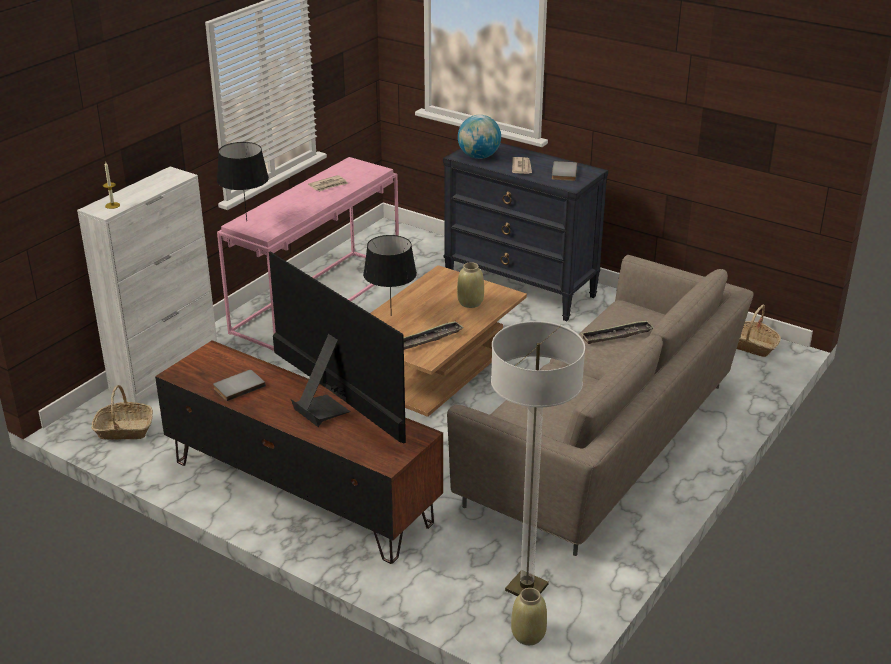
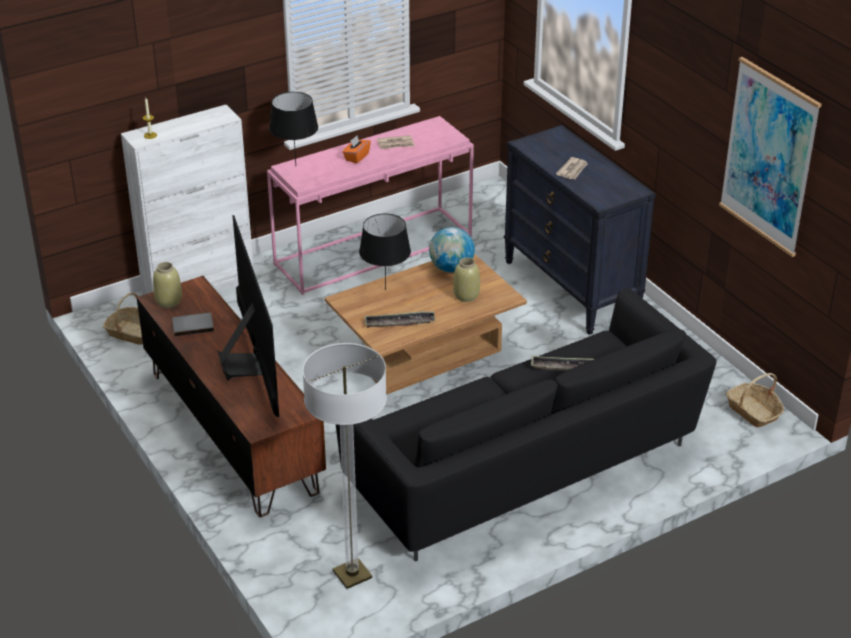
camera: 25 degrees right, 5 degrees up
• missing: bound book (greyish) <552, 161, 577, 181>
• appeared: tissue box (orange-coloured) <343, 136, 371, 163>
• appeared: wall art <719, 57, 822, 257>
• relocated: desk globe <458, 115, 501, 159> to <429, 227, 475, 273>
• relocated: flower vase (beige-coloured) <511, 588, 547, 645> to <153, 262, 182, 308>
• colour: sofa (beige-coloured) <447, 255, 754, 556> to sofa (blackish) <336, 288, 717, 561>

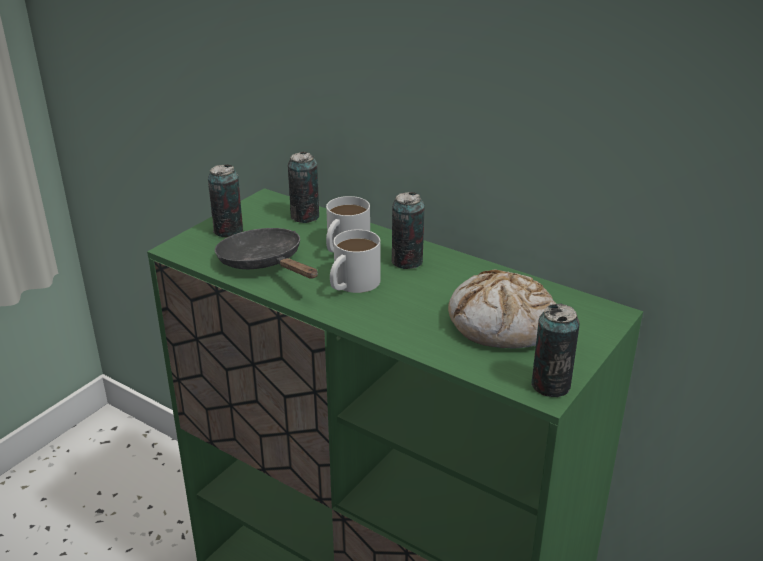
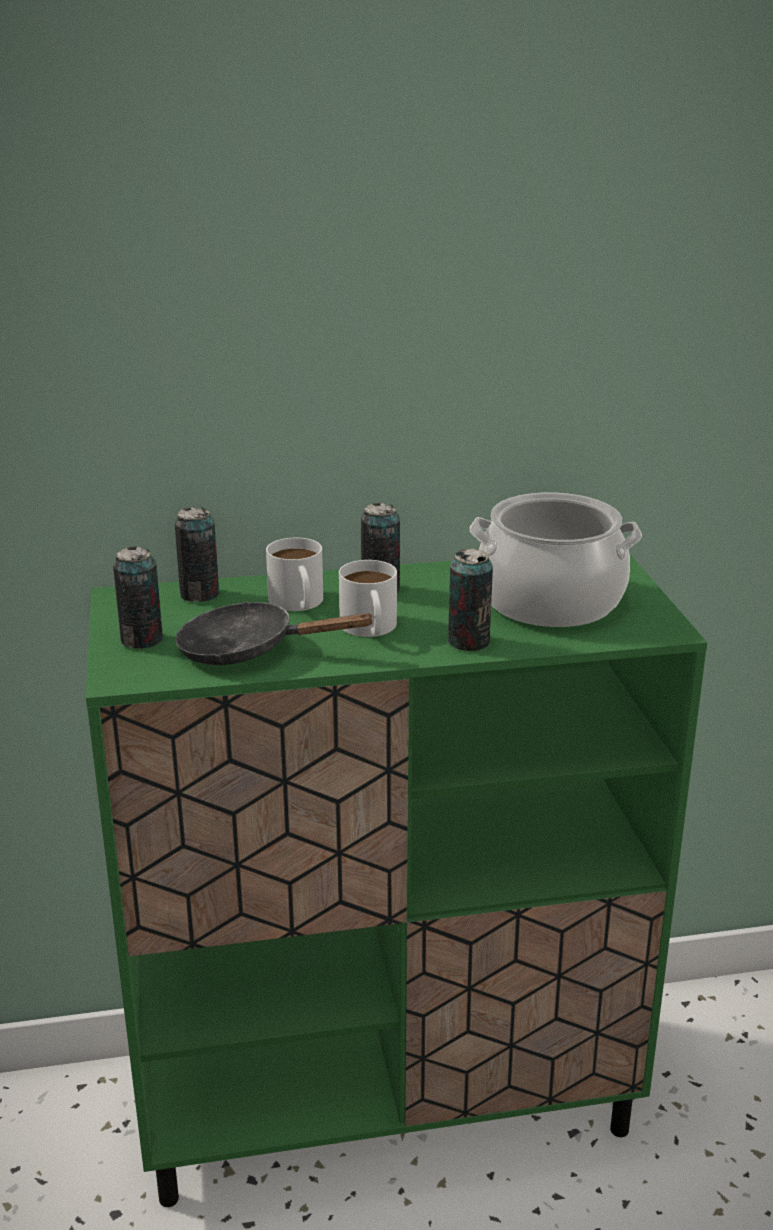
camera: 45 degrees left, 5 degrees down
• relocated: sealed can <531, 304, 579, 397> to <448, 548, 493, 651>
• exchanged: baked bread <448, 269, 556, 348> to saucepot <469, 492, 642, 627>

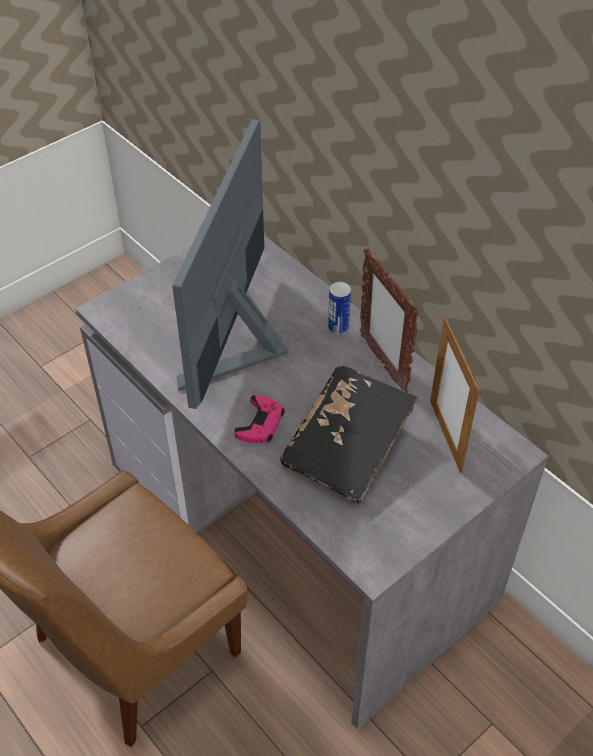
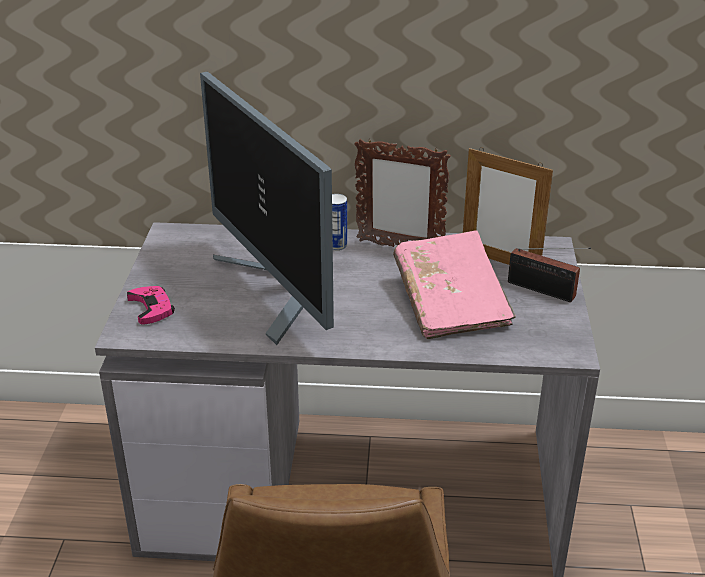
camera: 45 degrees left, 15 degrees down
• appeared: radio receiver <508, 248, 591, 302>
• relocated: joypad (pink-coloured) <234, 394, 284, 443> to <127, 286, 175, 325>
• colour: bound book (blackish) <280, 366, 418, 504> to bound book (pink-coloured) <393, 230, 516, 339>

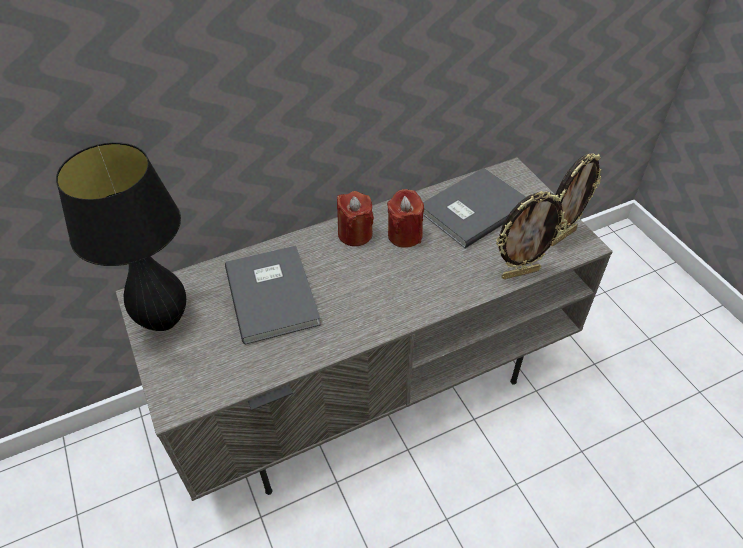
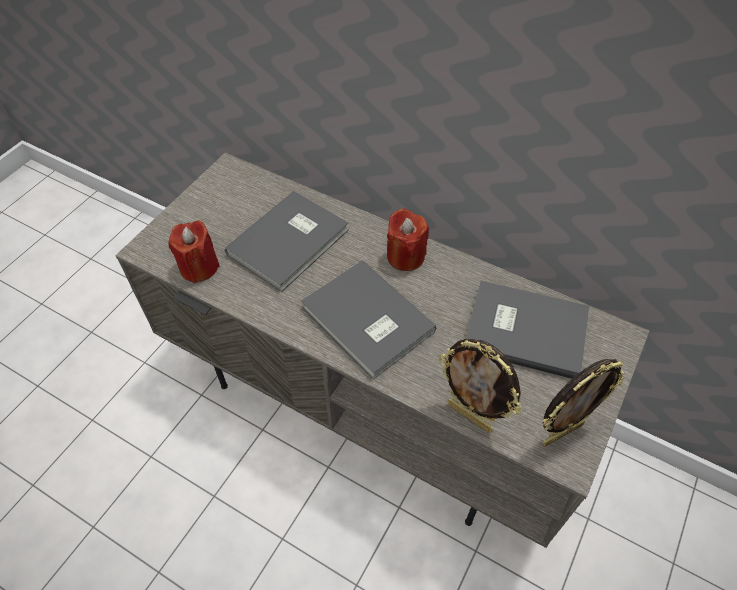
camera: 55 degrees right, 5 degrees up
• missing: tabletop lamp (blackish) <56, 142, 186, 331>
• appeared: bound book (greyish) <301, 260, 436, 379>
• relocated: wax candle (red) <387, 189, 424, 248> to <168, 221, 220, 284>
• spun: photo frame <551, 153, 601, 246> = <542, 359, 624, 446> 45 degrees counterclockwise

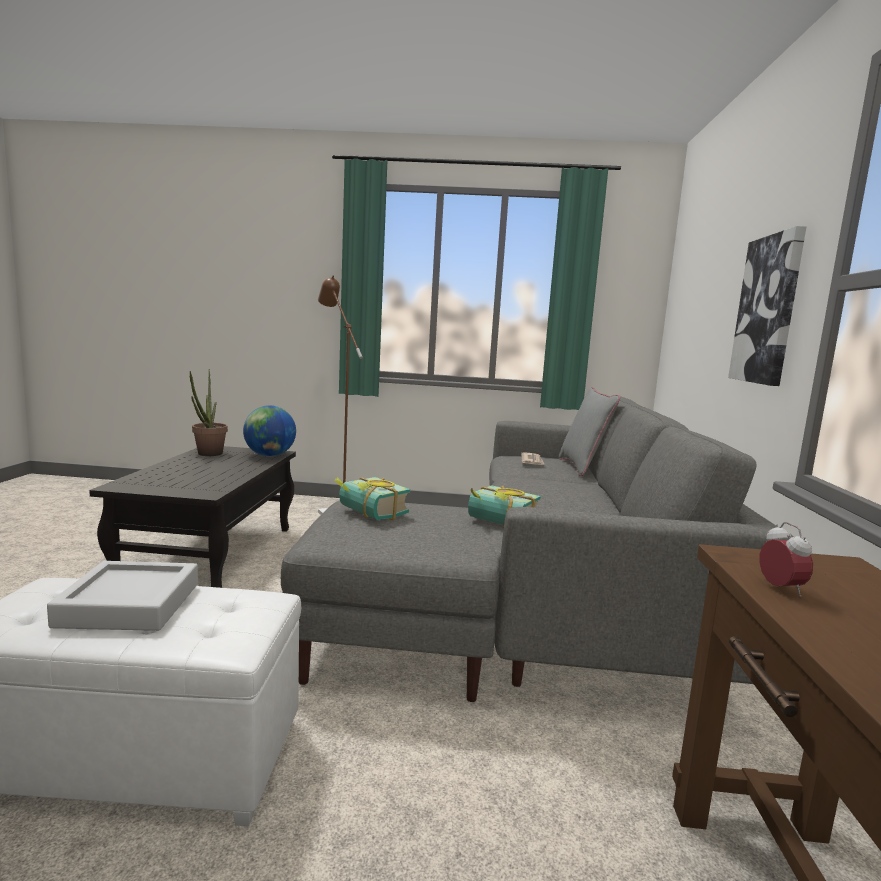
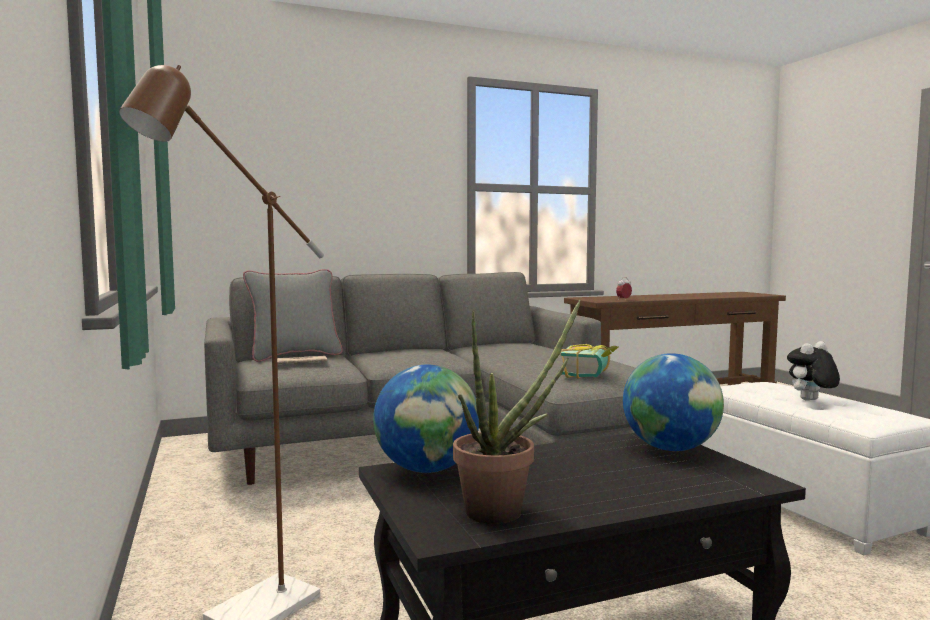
camera: 115 degrees left, 5 degrees down
• missing: bound book <468, 485, 541, 526>
• missing: wall art <728, 226, 806, 386>
• appeared: desk globe <623, 353, 724, 451>
• exchanged: carrying tray (greyish) <47, 561, 198, 631> to soft toy <787, 341, 840, 401>

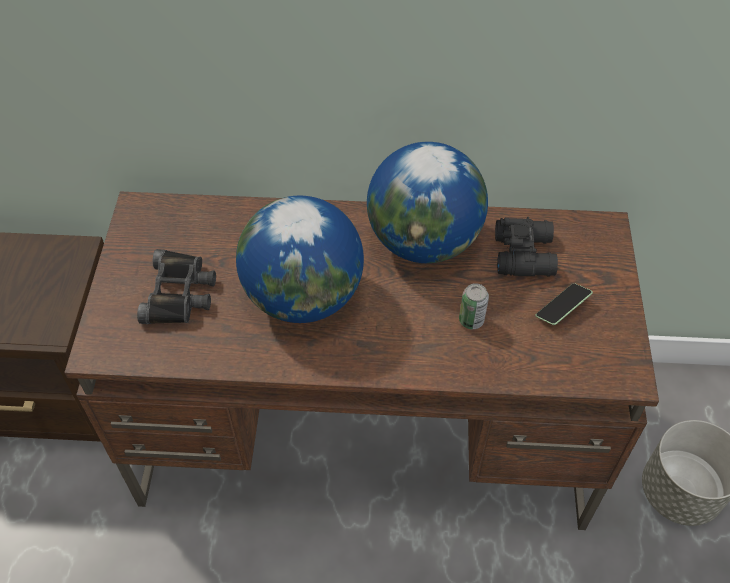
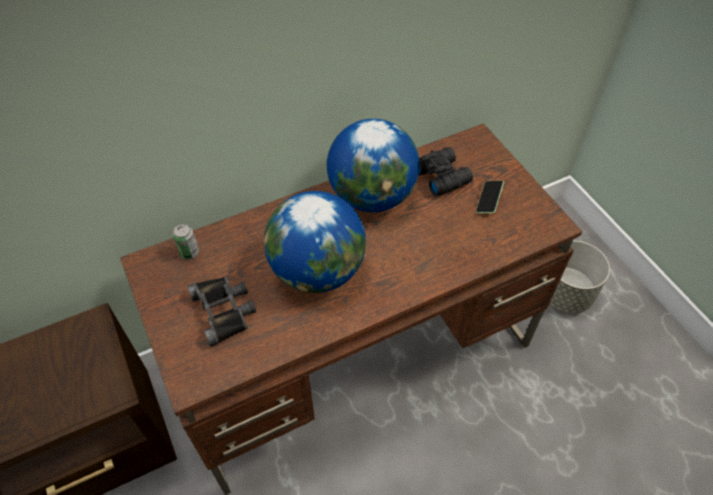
camera: 30 degrees left, 0 degrees up
• relocated: sealed can <459, 283, 489, 329> to <173, 224, 199, 260>

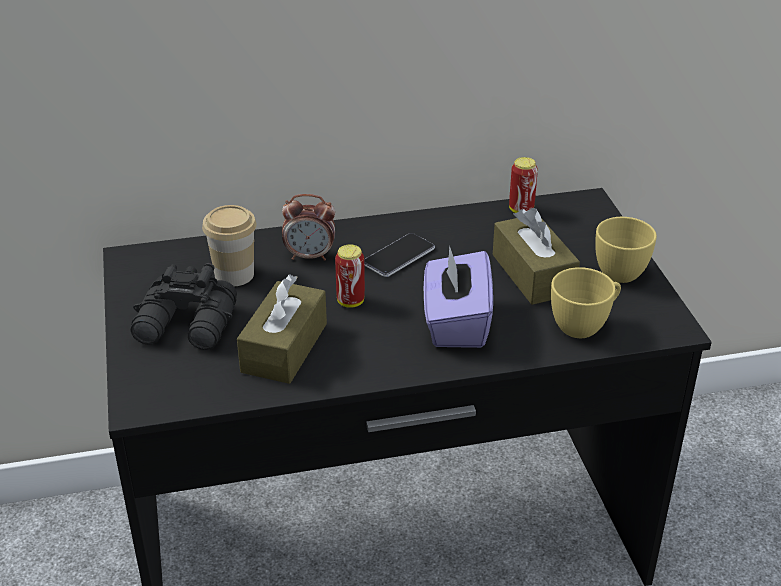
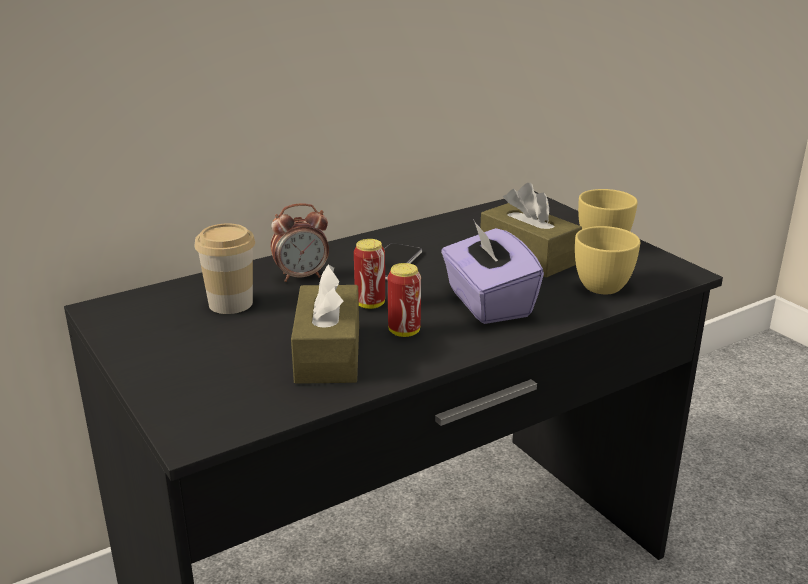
camera: 20 degrees left, 10 degrees down
• missing: binoculars (blackish) <130, 263, 237, 350>
• relocated: sealed can <509, 157, 538, 213> to <388, 263, 421, 337>

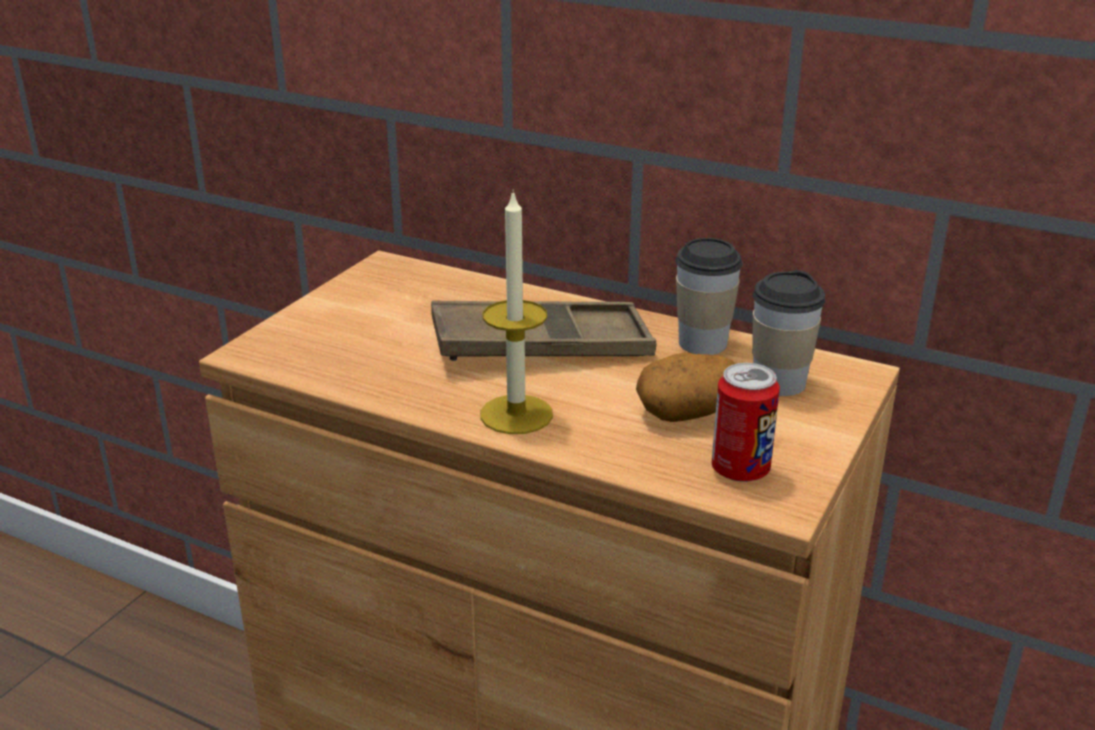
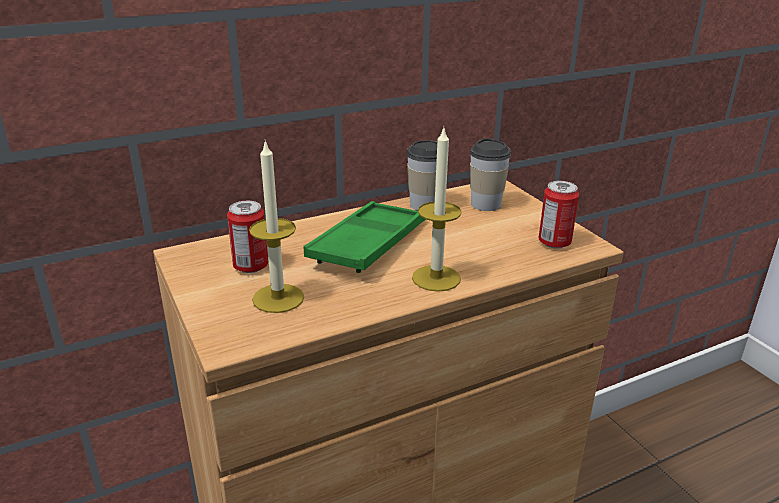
camera: 55 degrees left, 0 degrees up
• missing: potato <636, 353, 735, 422>
• appeared: sealed can <227, 201, 268, 273>
• appeared: wax candle <249, 140, 304, 313>
• colour: carrying tray (brownish) <431, 300, 656, 361> to carrying tray (green) <304, 201, 425, 273>

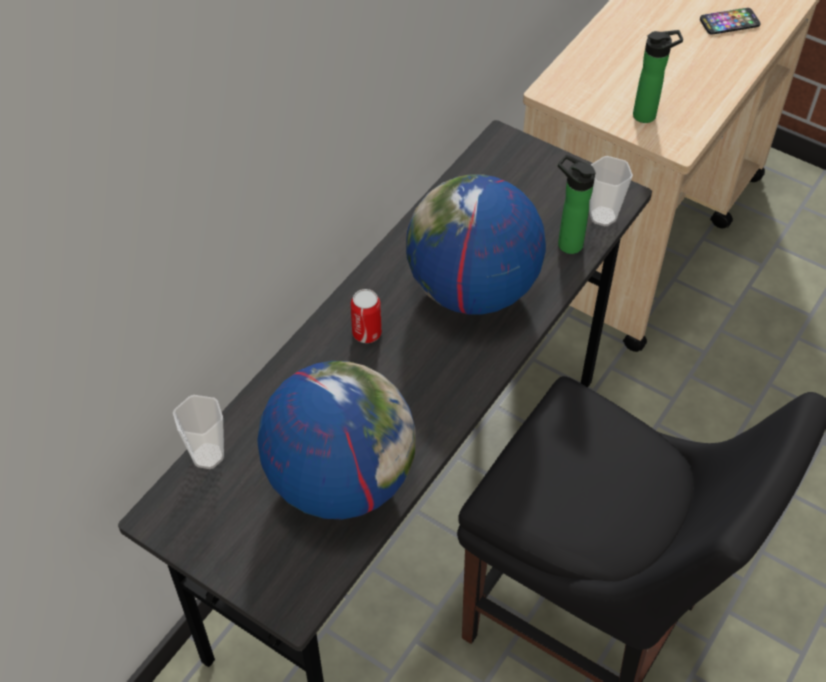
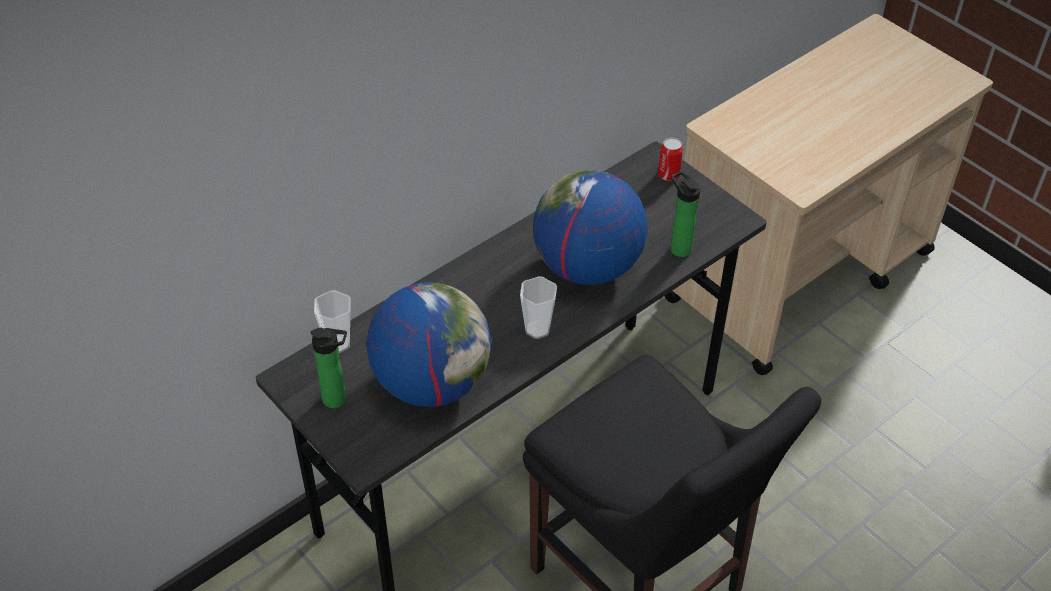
camera: 15 degrees right, 5 degrees down
• missing: telephone <700, 8, 761, 35>
• relocated: sealed can <351, 289, 382, 343> to <658, 137, 683, 181>
• relocated: cup <590, 156, 633, 226> to <520, 276, 557, 339>
• relocated: beverage bottle <633, 30, 683, 123> to <310, 328, 347, 408>

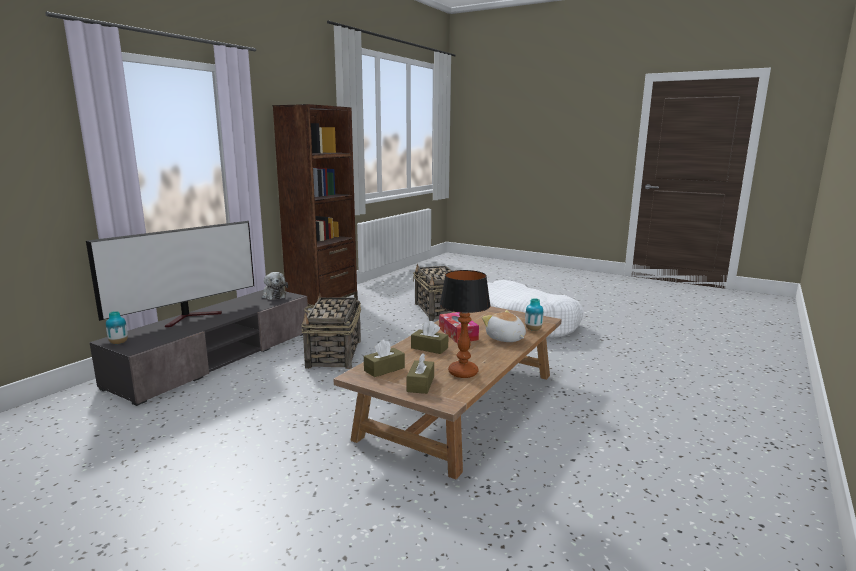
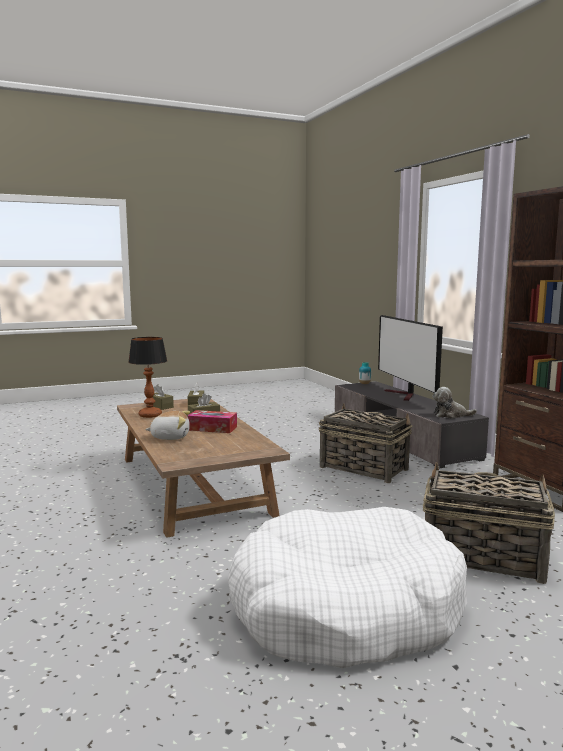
camera: 125 degrees right, 5 degrees down
• missing: flower vase <525, 298, 543, 331>

